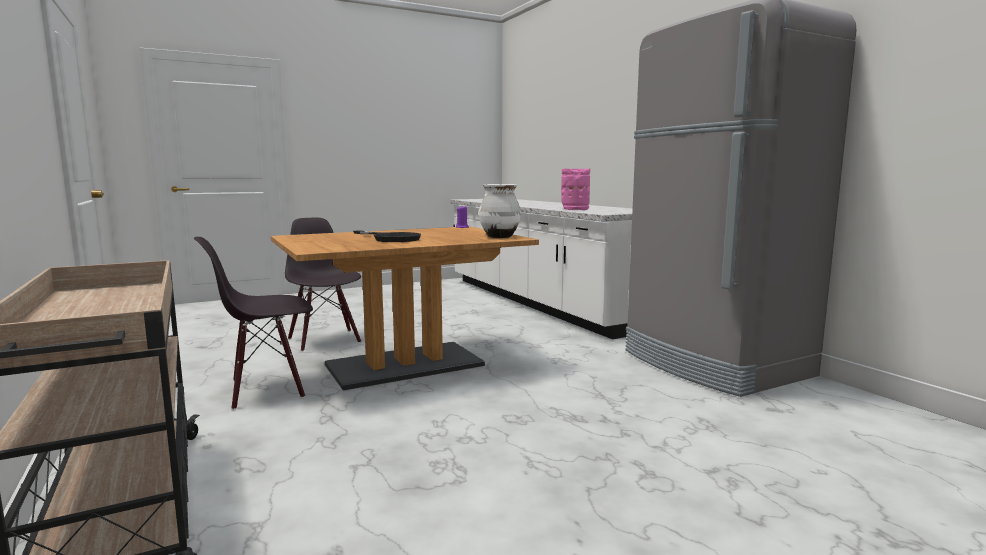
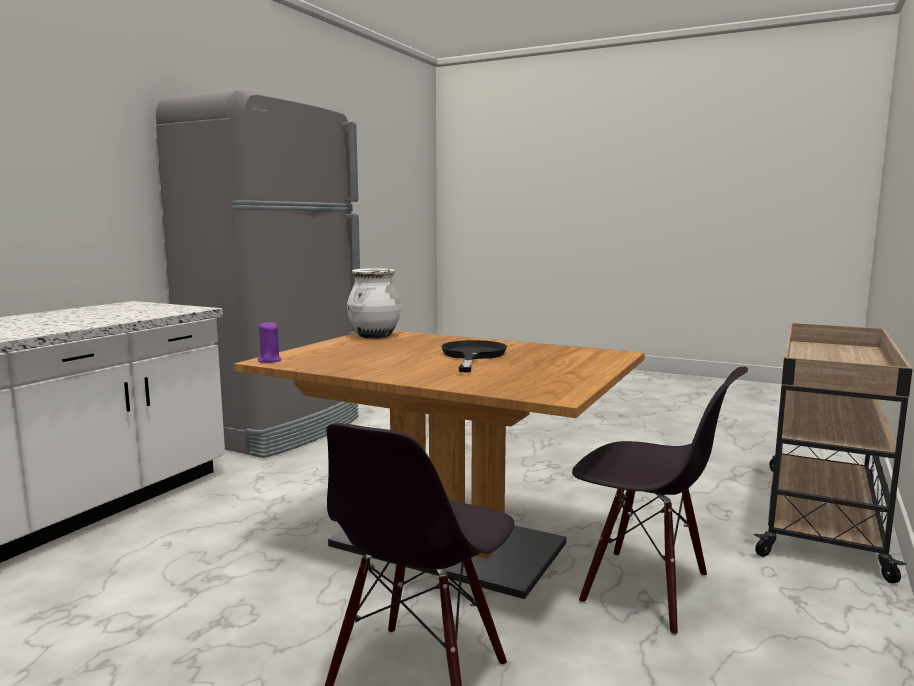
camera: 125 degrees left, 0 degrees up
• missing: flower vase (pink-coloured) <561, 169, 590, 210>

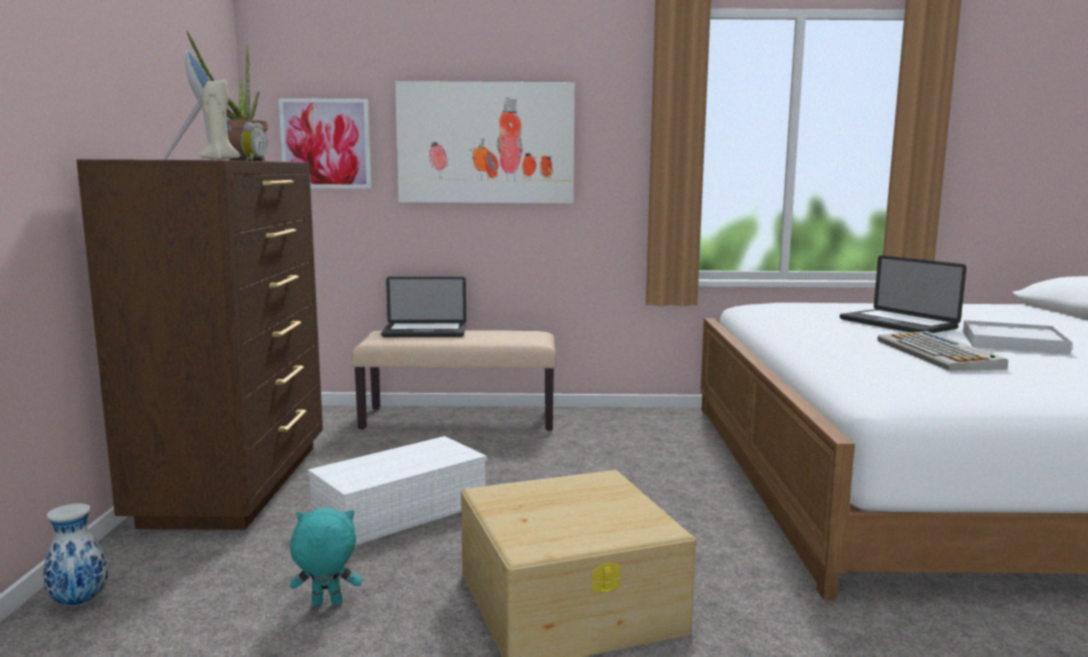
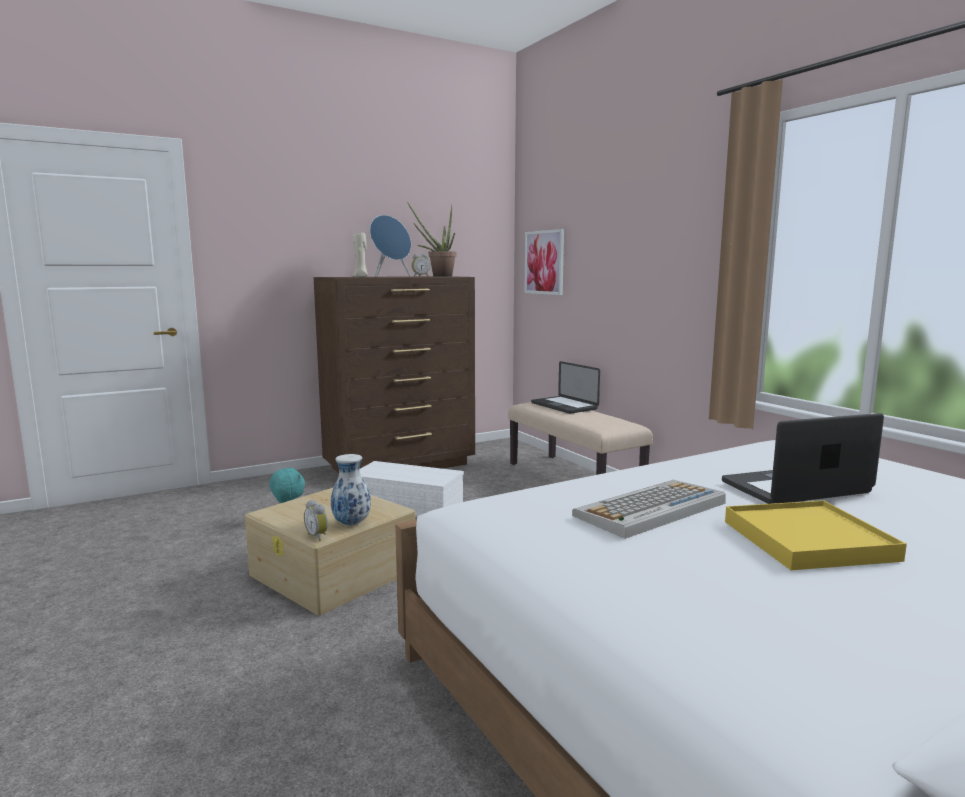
camera: 60 degrees right, 0 degrees up
• missing: wall art <395, 81, 575, 203>
• appeared: alarm clock <304, 500, 328, 541>
• relocated: flower vase <43, 503, 108, 606> to <331, 454, 371, 526>
• colour: carrying tray (white-coloured) <963, 320, 1072, 355> to carrying tray (yellowish) <725, 500, 907, 570>
• spun: portable computer <840, 255, 967, 333> = <722, 413, 884, 504> 45 degrees clockwise

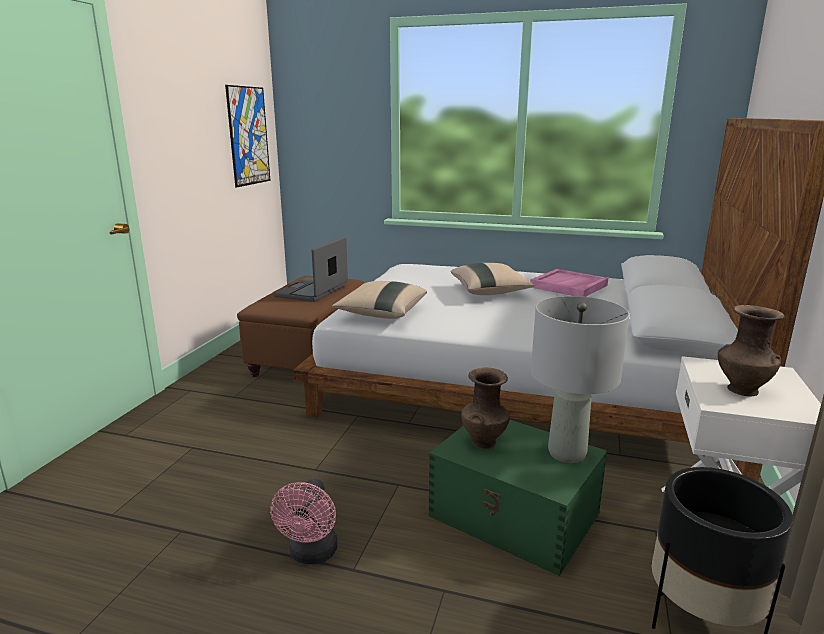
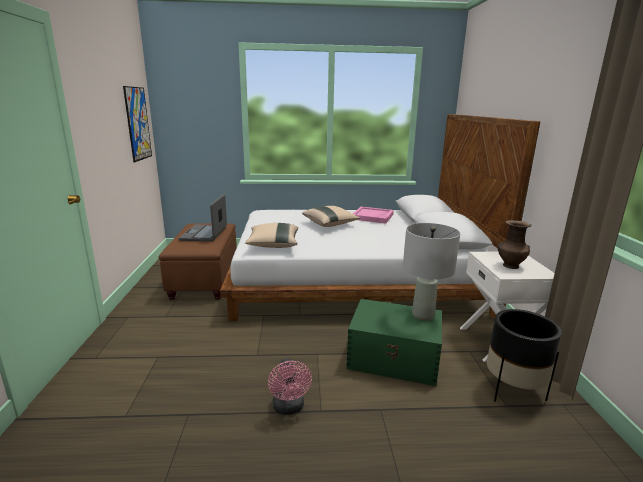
camera: 20 degrees left, 0 degrees up
• missing: flower vase (brownish) <461, 368, 510, 449>

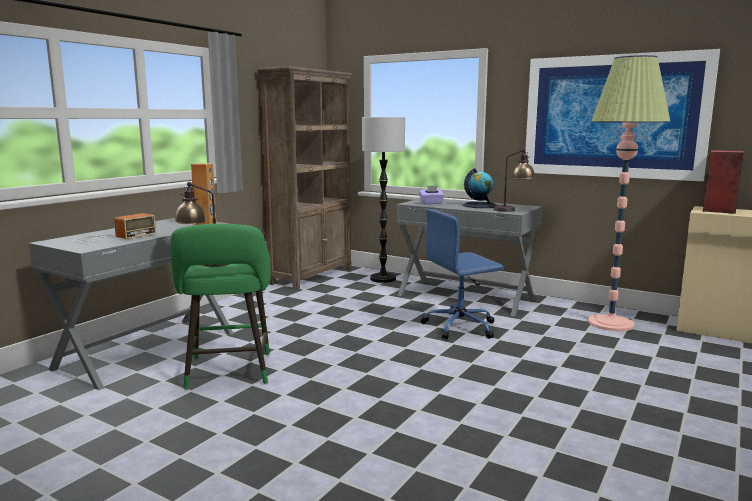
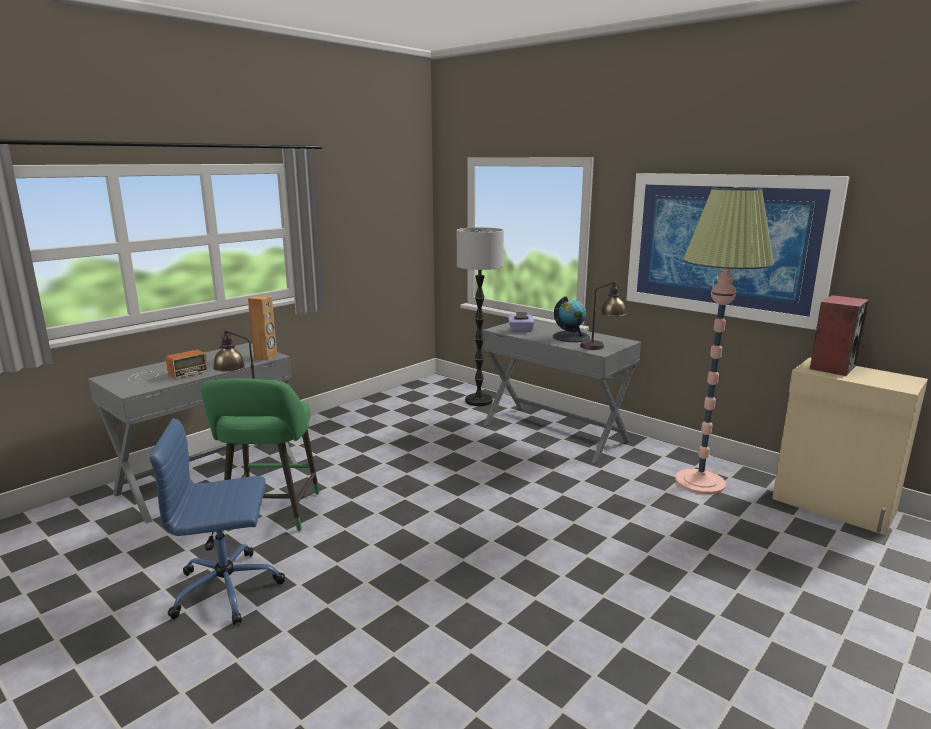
camera: 10 degrees right, 5 degrees up
• missing: bookshelf (brownish) <257, 66, 352, 290>
• relocated: desk chair (bluish) <421, 209, 504, 339> to <149, 418, 285, 625>

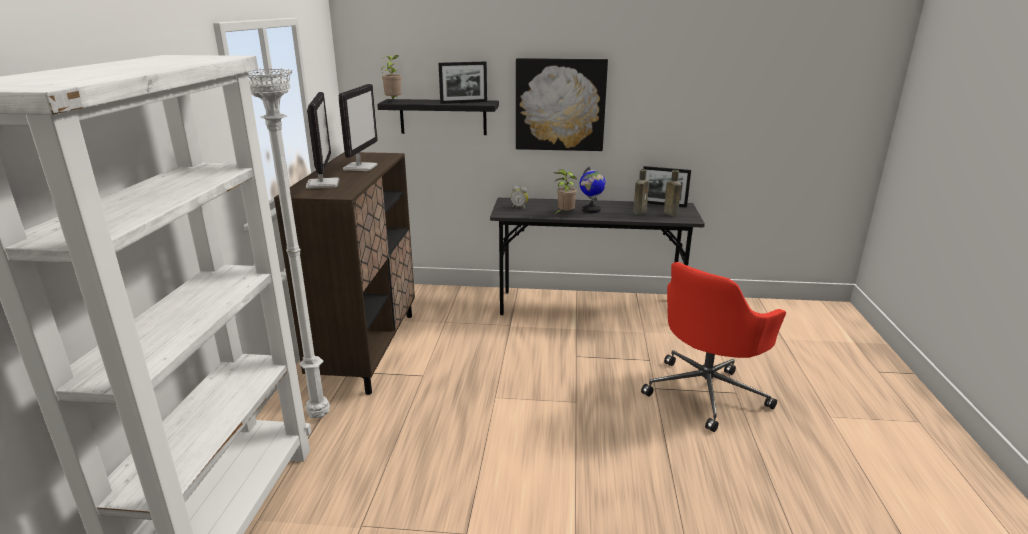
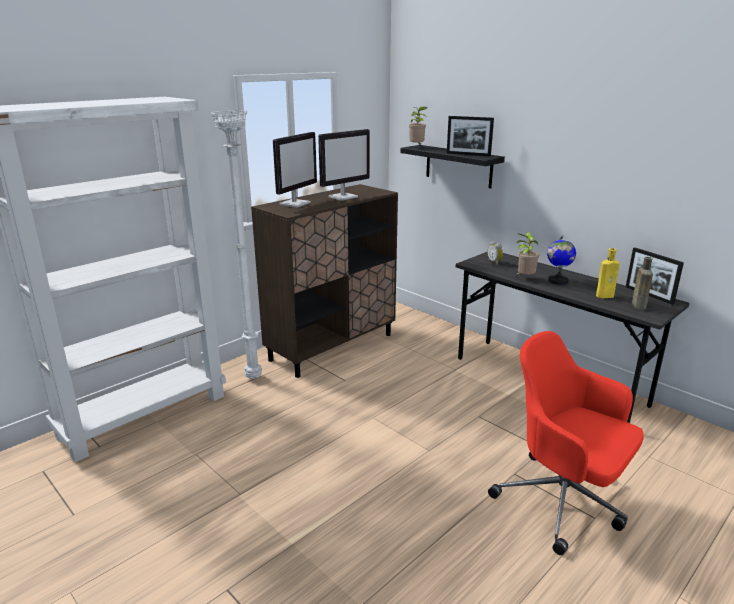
camera: 40 degrees right, 0 degrees up
• missing: wall art <516, 58, 608, 151>
• colour: beverage bottle (brownish) <633, 169, 649, 215> to beverage bottle (yellowish) <596, 248, 620, 298>
• spun: desk chair (red) <641, 262, 786, 432> = <488, 331, 644, 555> 45 degrees clockwise

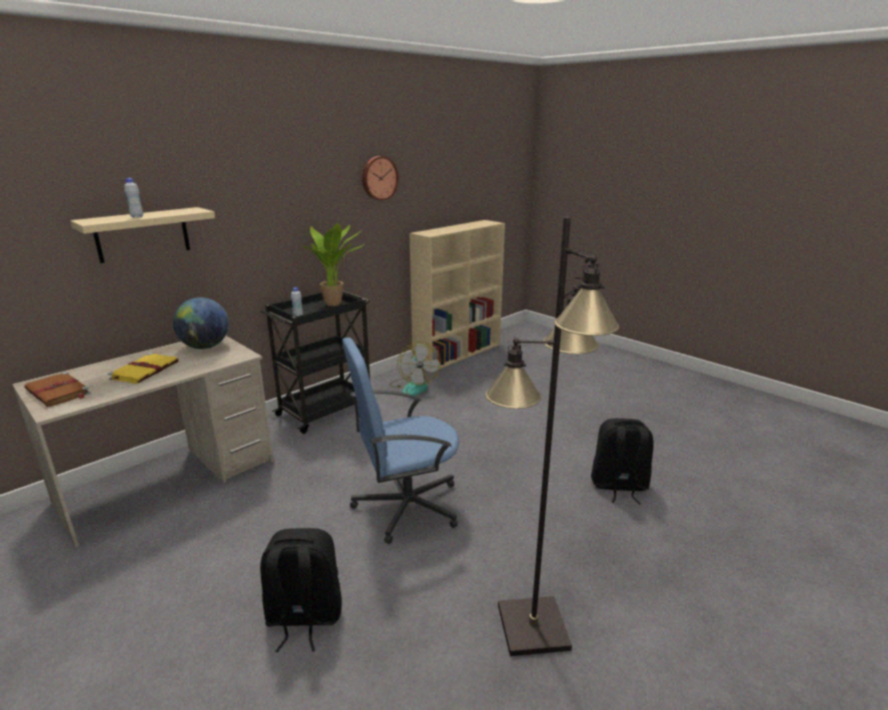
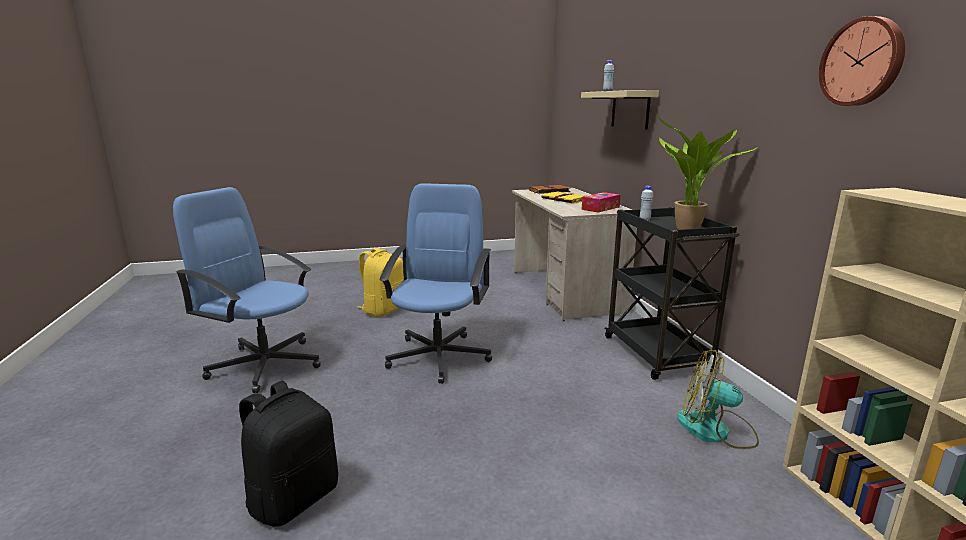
camera: 120 degrees right, 5 degrees down
• exchanged: desk globe <173, 298, 229, 349> to tissue box <582, 192, 620, 213>
• exchanged: floor lamp (blackish) <485, 216, 620, 656> to desk chair (bluish) <173, 187, 321, 393>
• colour: backpack (blackish) <260, 528, 342, 652> to backpack (yellowish) <358, 248, 404, 317>

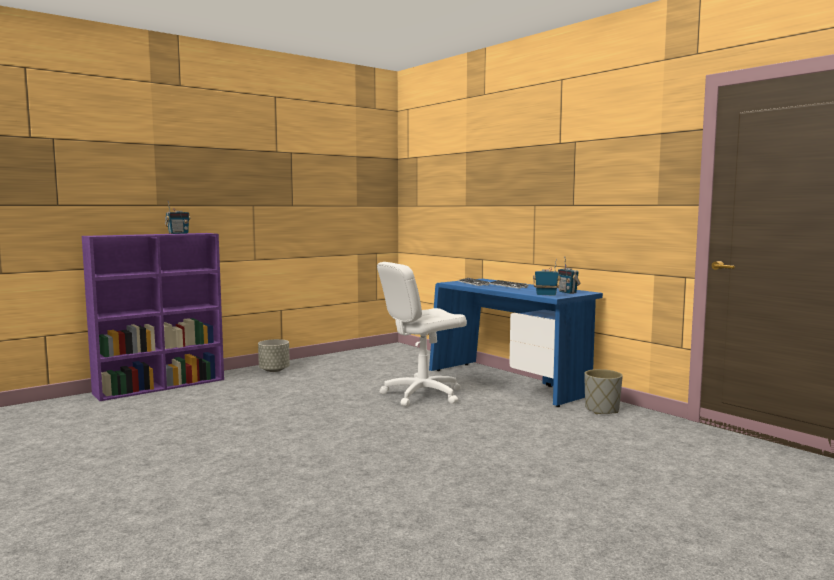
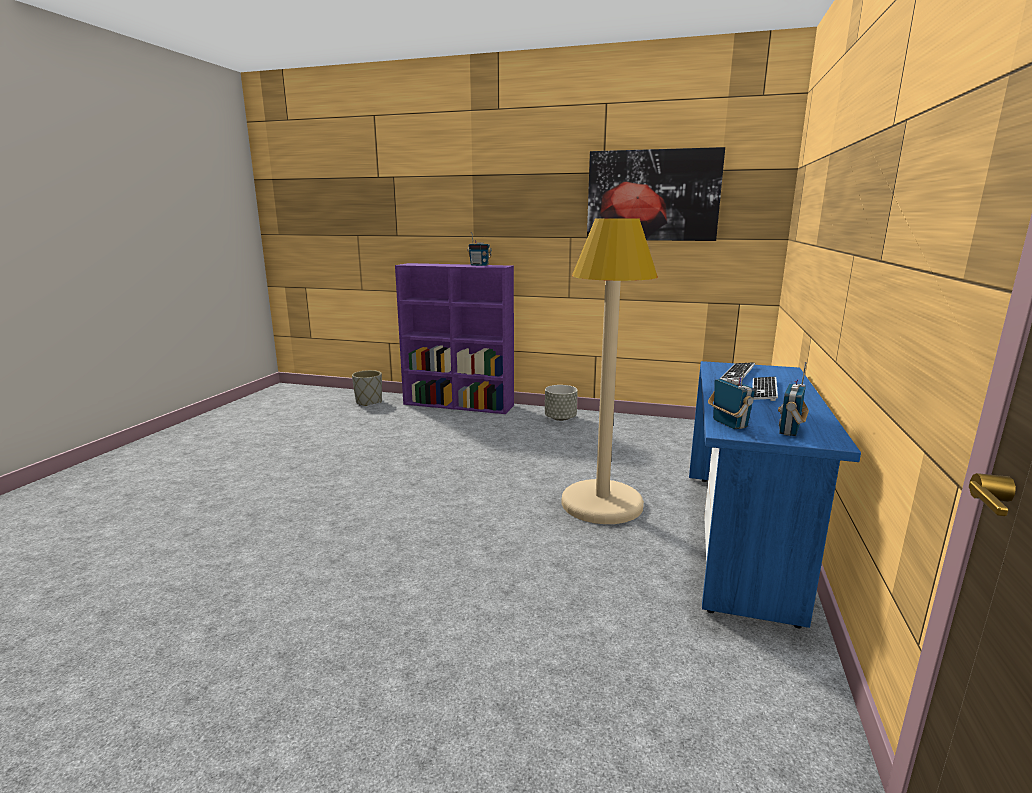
camera: 55 degrees right, 10 degrees up
• appeared: wall art <587, 147, 725, 241>
• relocated: plant pot (greyish) <585, 369, 623, 414> to <352, 370, 382, 406>
• exchanged: desk chair (white-coloured) <377, 262, 467, 406> to floor lamp (beige-coloured) <561, 218, 658, 524>

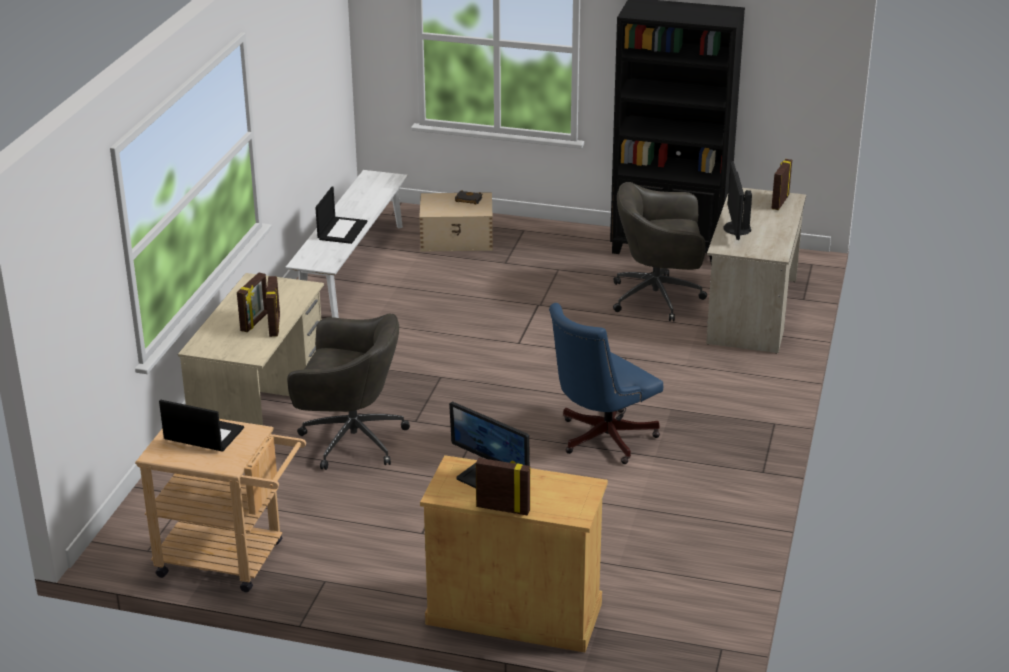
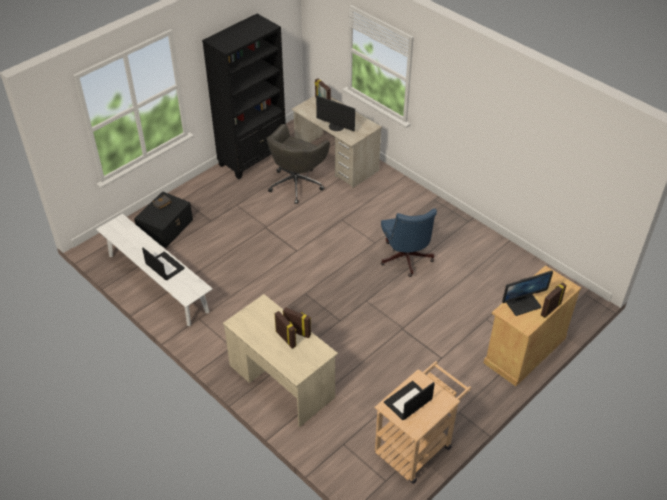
camera: 60 degrees left, 15 degrees up
• missing: desk chair (greyish) <287, 313, 410, 470>
• colour: storage box (beige-coloured) <419, 192, 493, 251> to storage box (blackish) <134, 191, 193, 248>

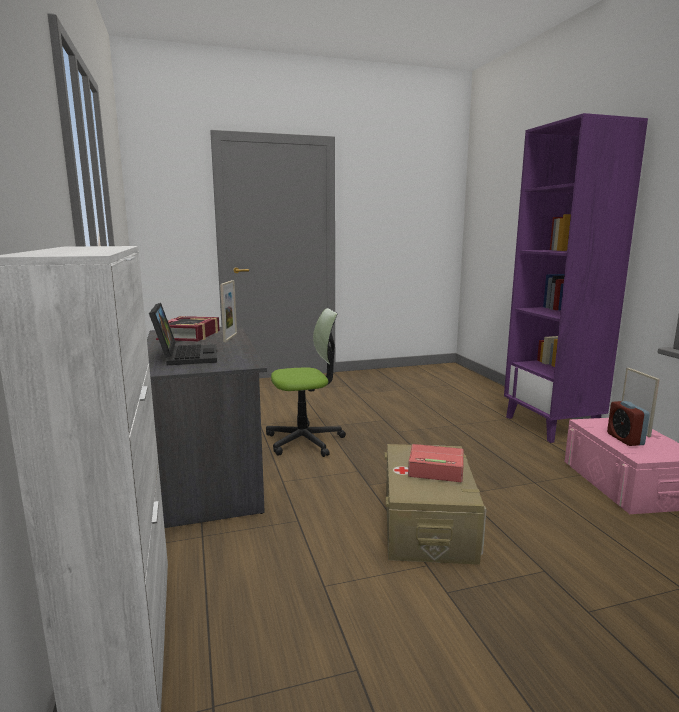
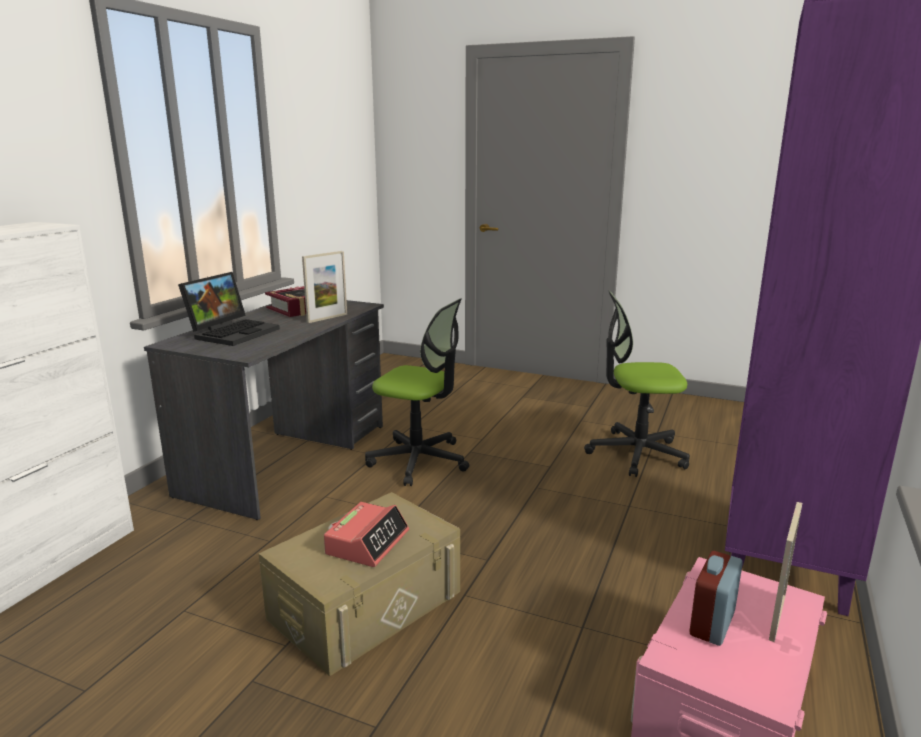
camera: 40 degrees right, 5 degrees up
• appeared: desk chair <584, 291, 690, 477>
• spun: alarm clock <408, 444, 464, 482> = <324, 502, 409, 567> 60 degrees clockwise

